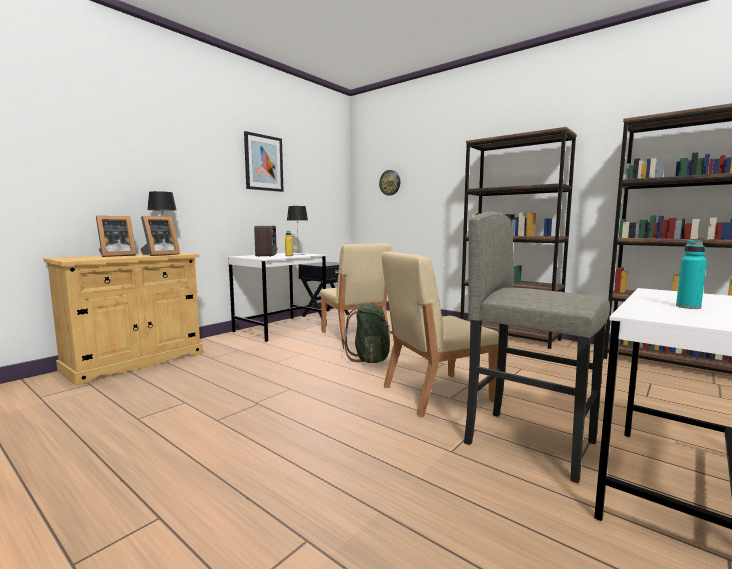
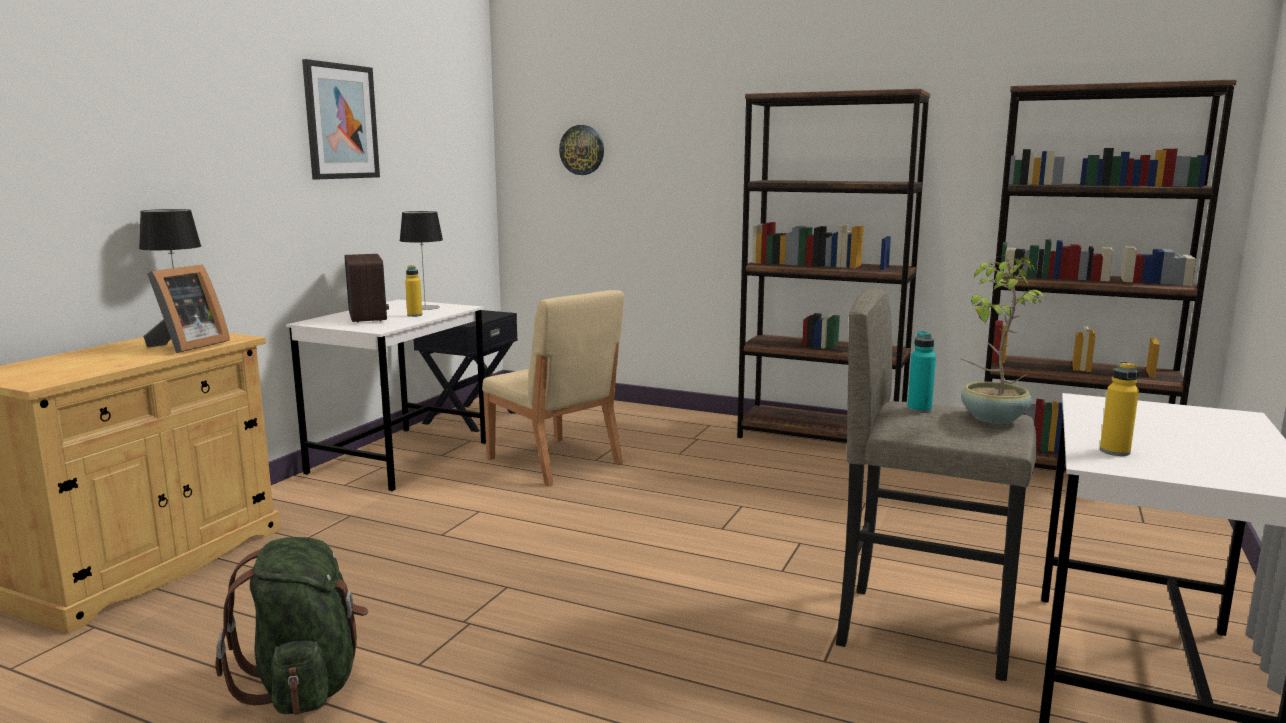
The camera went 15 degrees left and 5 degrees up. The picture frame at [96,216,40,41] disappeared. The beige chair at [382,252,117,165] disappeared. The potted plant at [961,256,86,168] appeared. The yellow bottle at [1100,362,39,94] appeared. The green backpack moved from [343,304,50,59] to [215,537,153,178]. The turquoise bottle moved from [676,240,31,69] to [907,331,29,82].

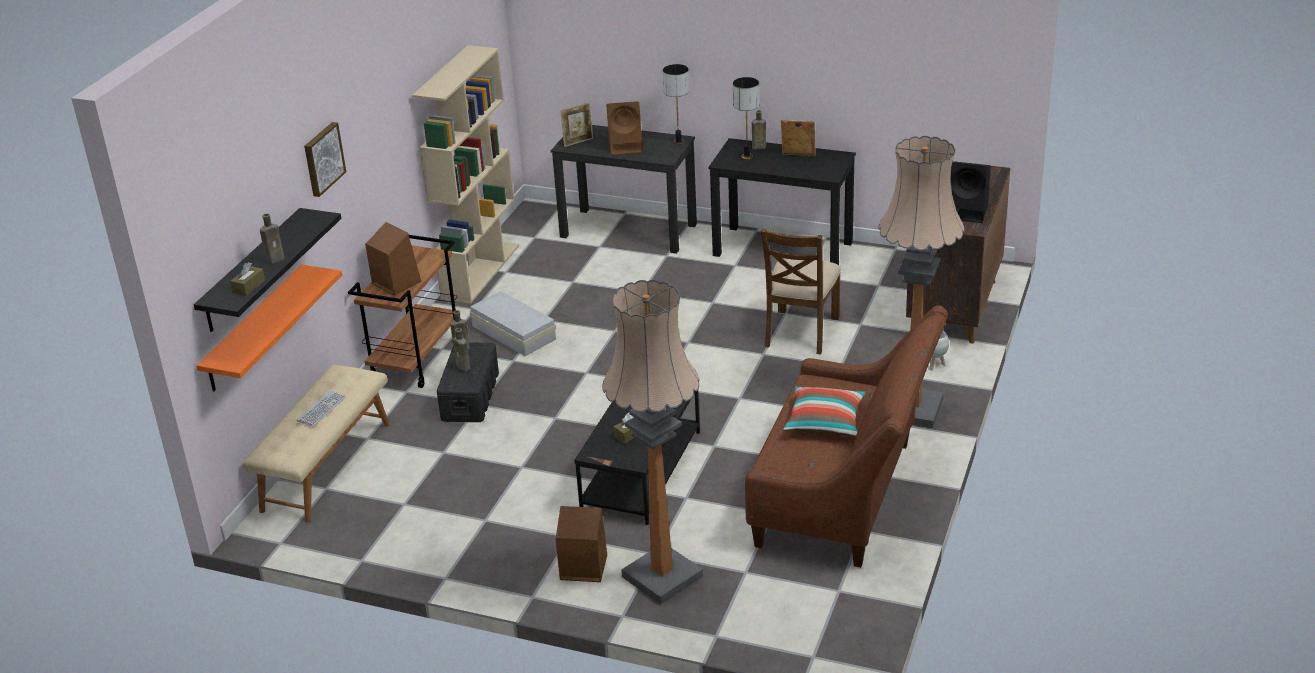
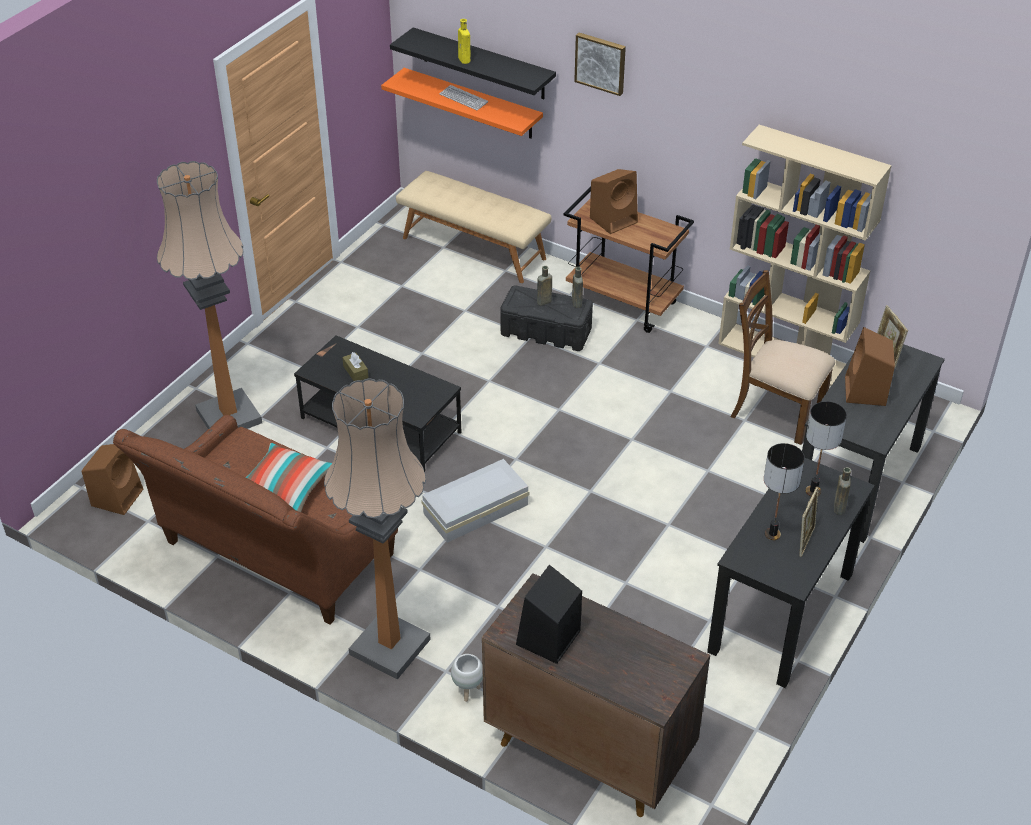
The camera went 100 degrees right and 10 degrees up. The brown tissue box at [230,262,35,34] disappeared. The keyboard moved from [297,390,49,37] to [440,85,48,25]. The white storage box moved from [470,291,86,65] to [421,459,109,84]. The brown speaker moved from [556,506,51,76] to [82,444,61,71]. The table lamp moved from [663,64,26,81] to [764,443,41,97]. The brown chair moved from [761,229,80,126] to [730,270,105,175]. The brown bottle at [260,213,25,51] became the yellow bottle at [458,19,12,45].

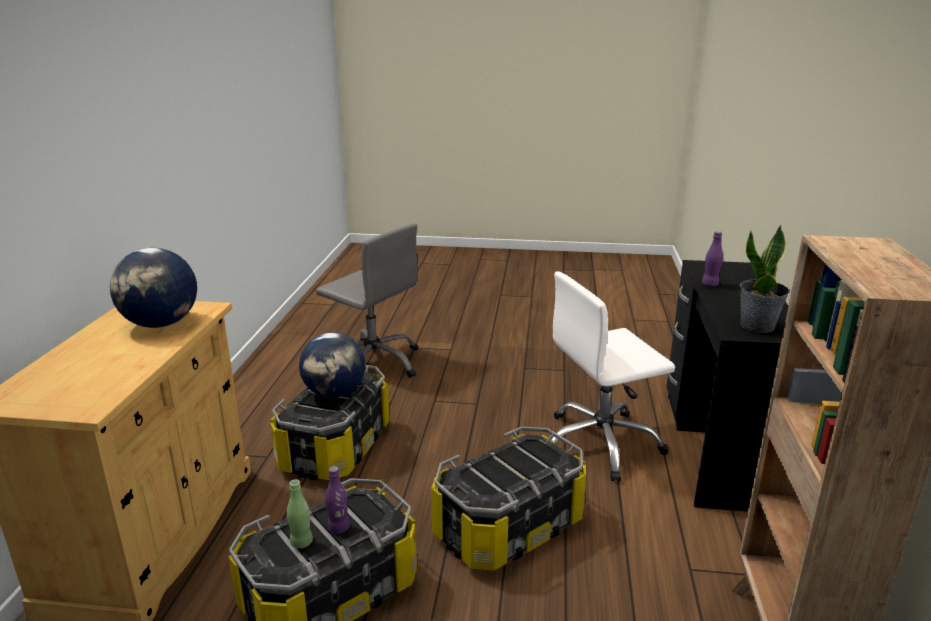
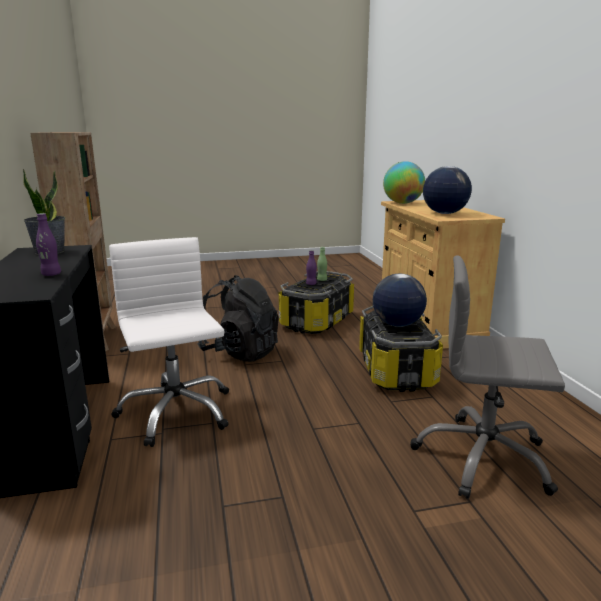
The camera went 160 degrees right and 5 degrees down. The globe at [383,161,42,43] appeared. The storage box at [431,427,155,143] was replaced by the black backpack at [197,275,82,87]. The white office chair at [551,271,124,210] turned 75 degrees counterclockwise.

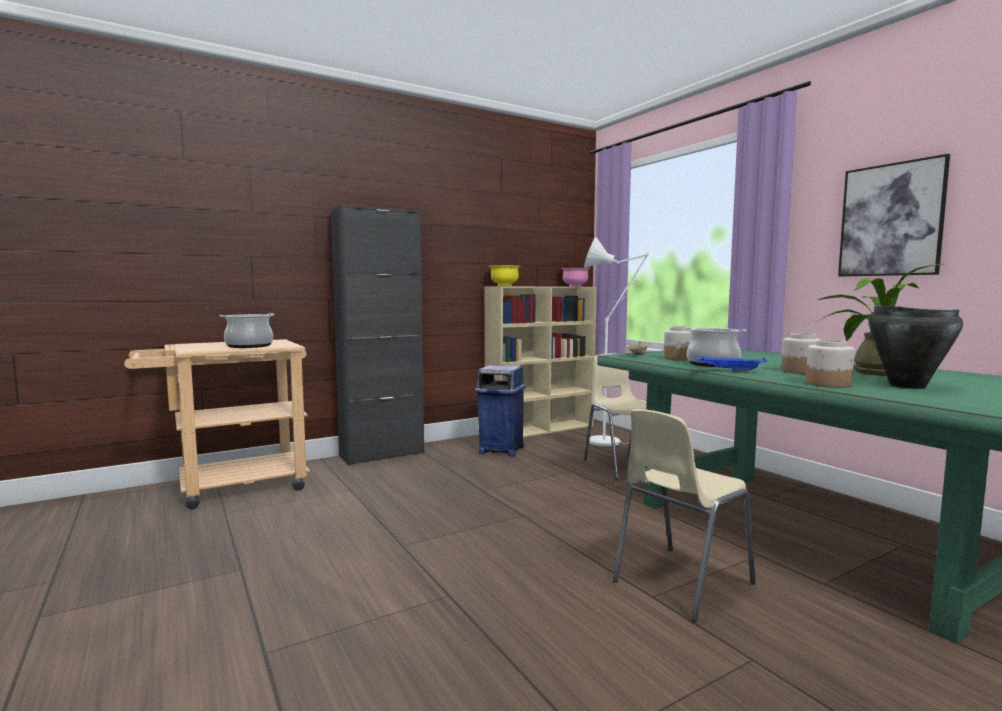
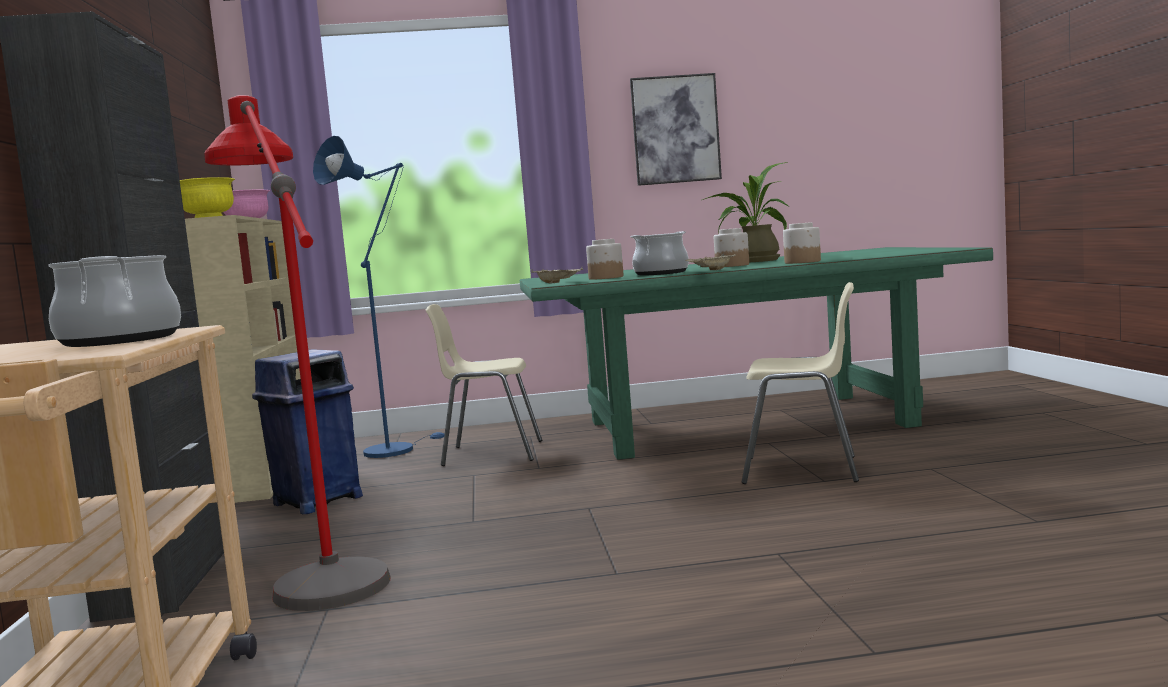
The camera went 65 degrees left and 0 degrees up. The black cooking pot at [868,305,95,84] disappeared. The red floor lamp at [204,95,187,516] appeared. The white floor lamp at [584,237,65,209] became the blue floor lamp at [313,136,132,322]. The blue tray at [696,356,71,16] became the beige tray at [685,254,51,16]. The beige chair at [613,409,143,213] turned 60 degrees counterclockwise.

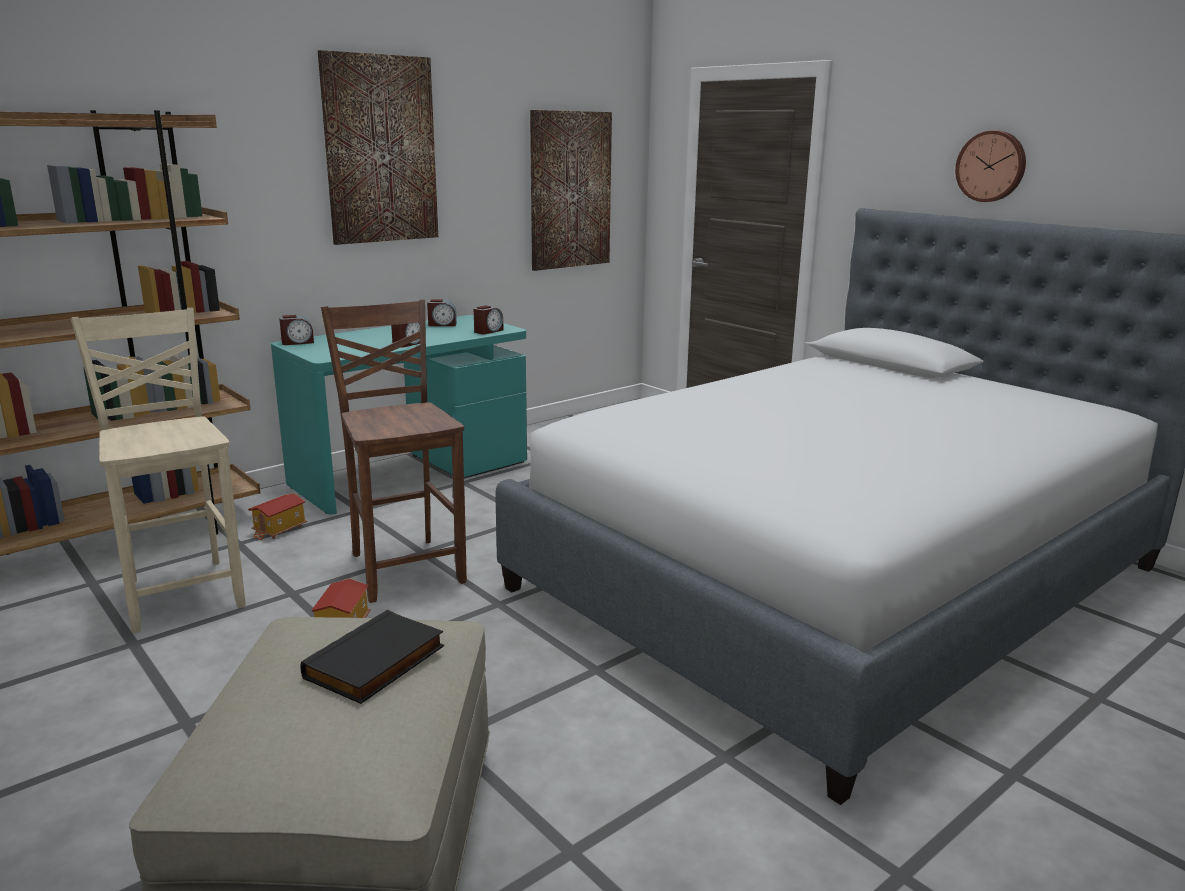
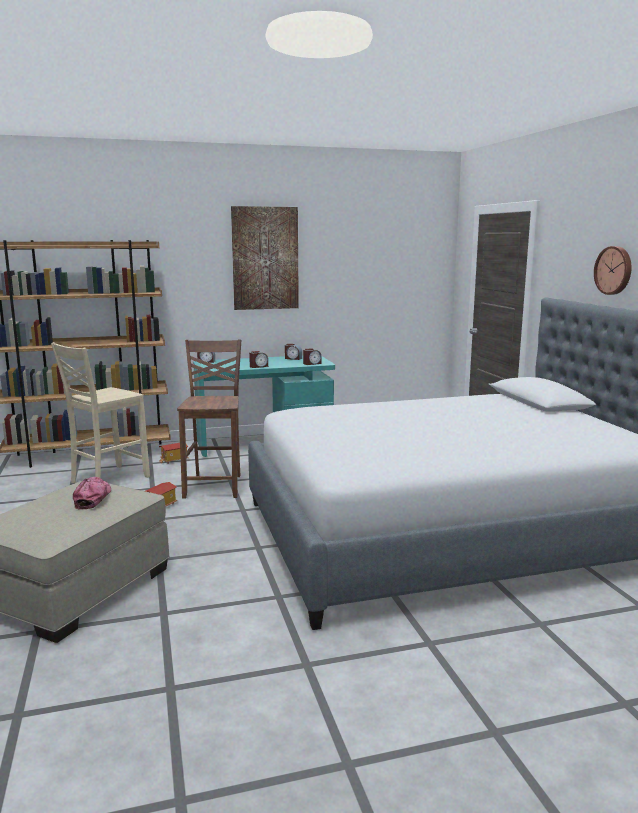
The camera went 25 degrees right and 5 degrees down. The picture at [530,110,82,161] disappeared. The black book at [300,610,144,94] was replaced by the cap at [73,477,38,33]. The beige chair at [71,308,175,325] turned 135 degrees counterclockwise.

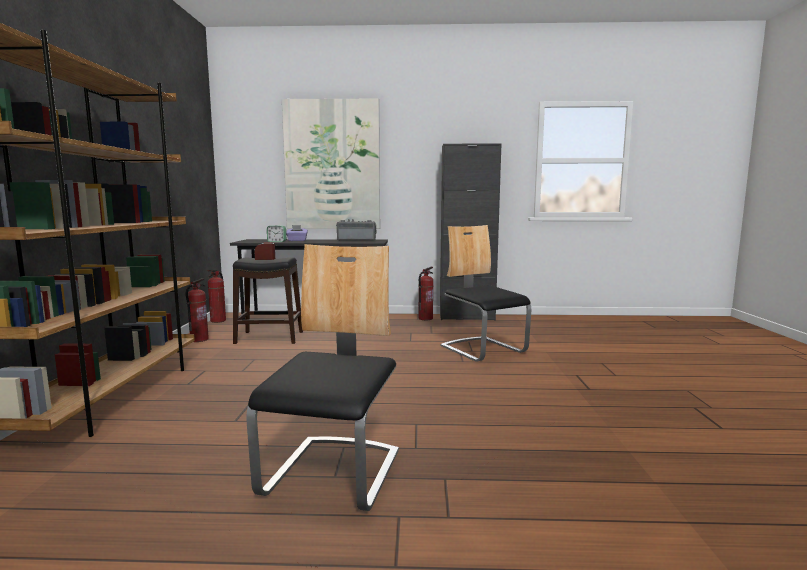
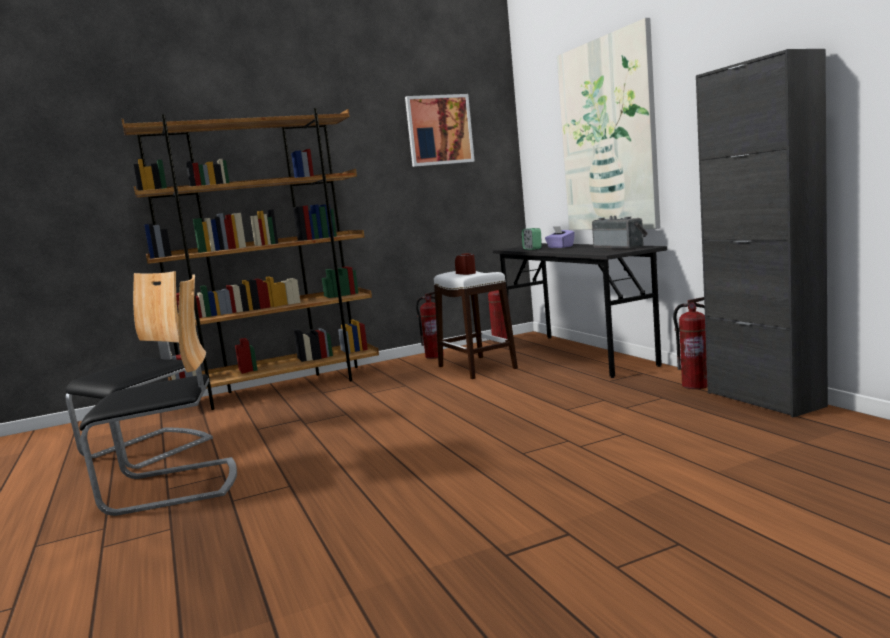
The camera went 65 degrees right and 0 degrees up. The picture at [405,94,70,73] appeared. The chair moved from [440,225,91,137] to [65,271,148,198]. The black stool at [233,257,70,87] became the white stool at [434,271,84,108].

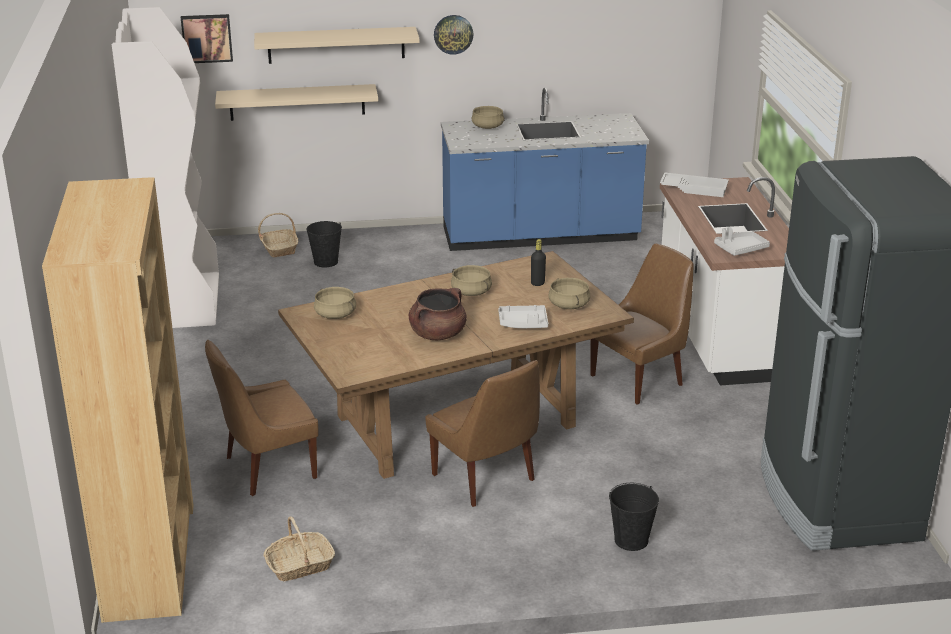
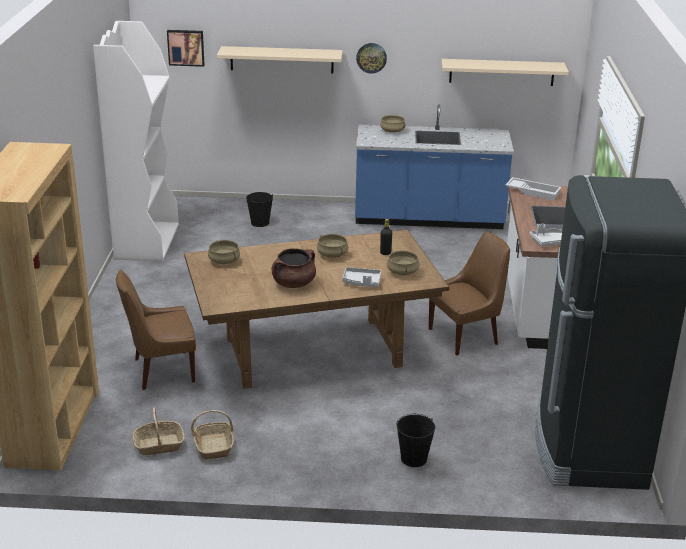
The camera went 10 degrees right and 0 degrees up. The brown chair at [425,360,115,147] disappeared. The beige shelf moved from [215,84,163,37] to [441,59,128,27]. The basket moved from [258,213,41,44] to [191,410,43,49].

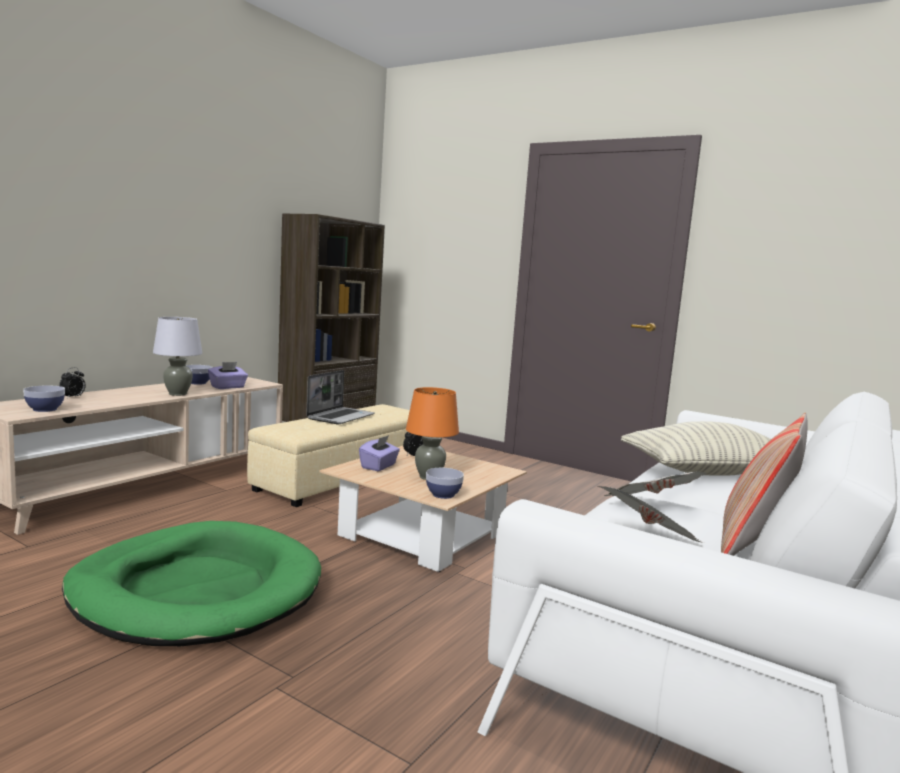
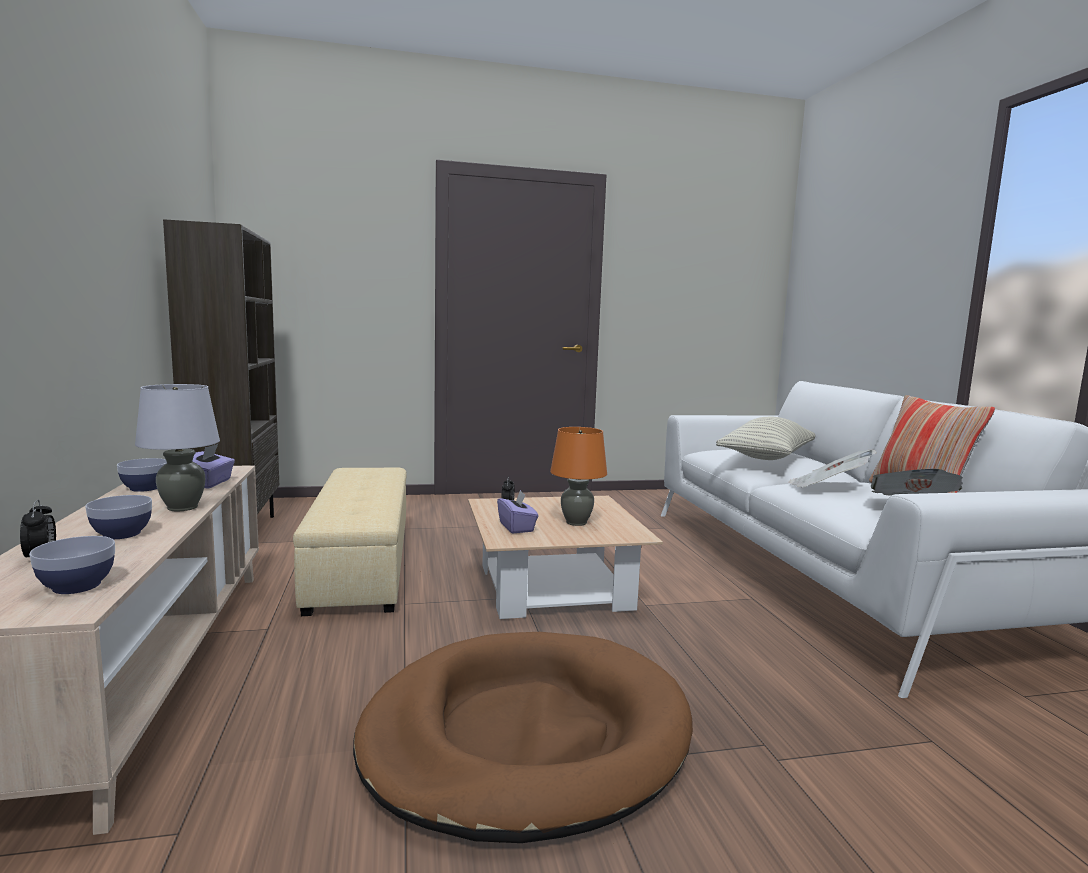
The camera went 45 degrees left and 0 degrees up. The laptop at [306,370,69,54] disappeared. The bowl moved from [426,468,38,31] to [85,495,67,44]. The green dog bed at [62,521,259,125] became the brown dog bed at [353,632,340,211].

